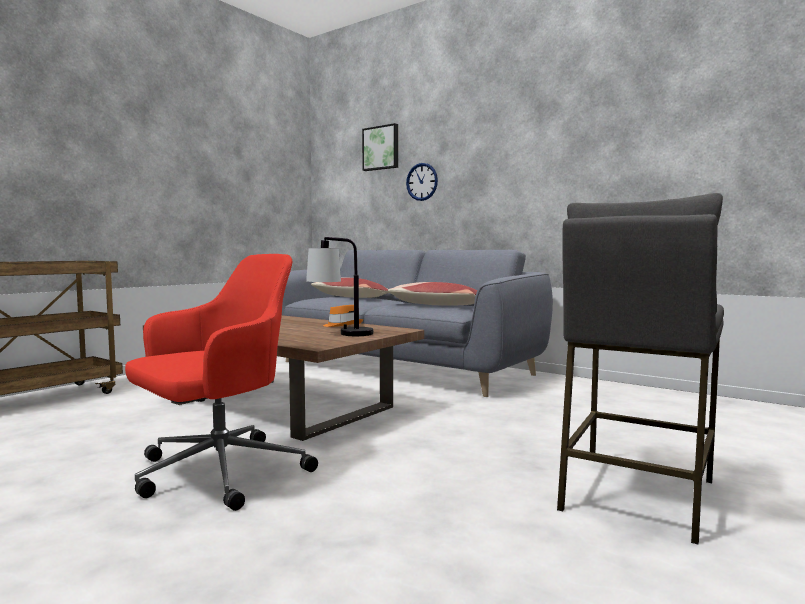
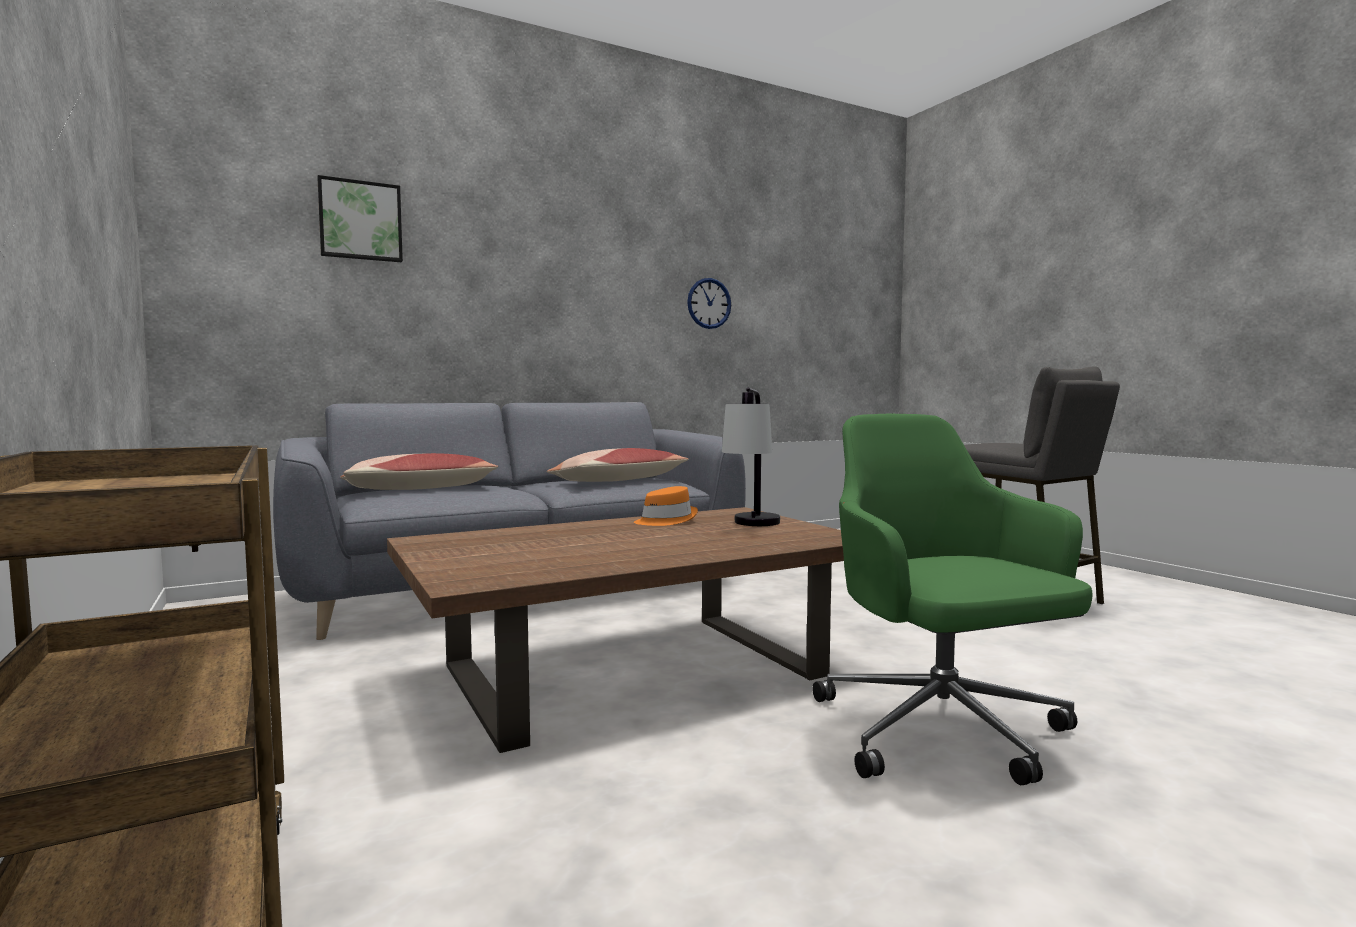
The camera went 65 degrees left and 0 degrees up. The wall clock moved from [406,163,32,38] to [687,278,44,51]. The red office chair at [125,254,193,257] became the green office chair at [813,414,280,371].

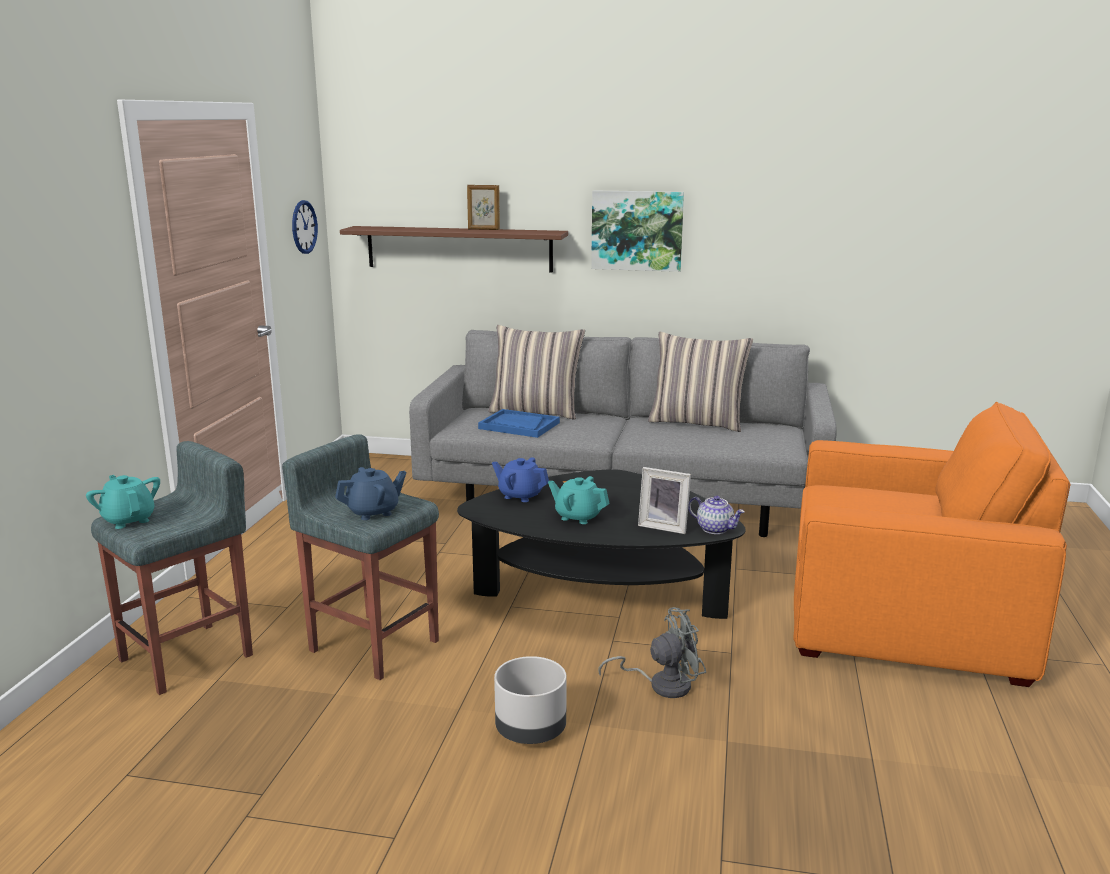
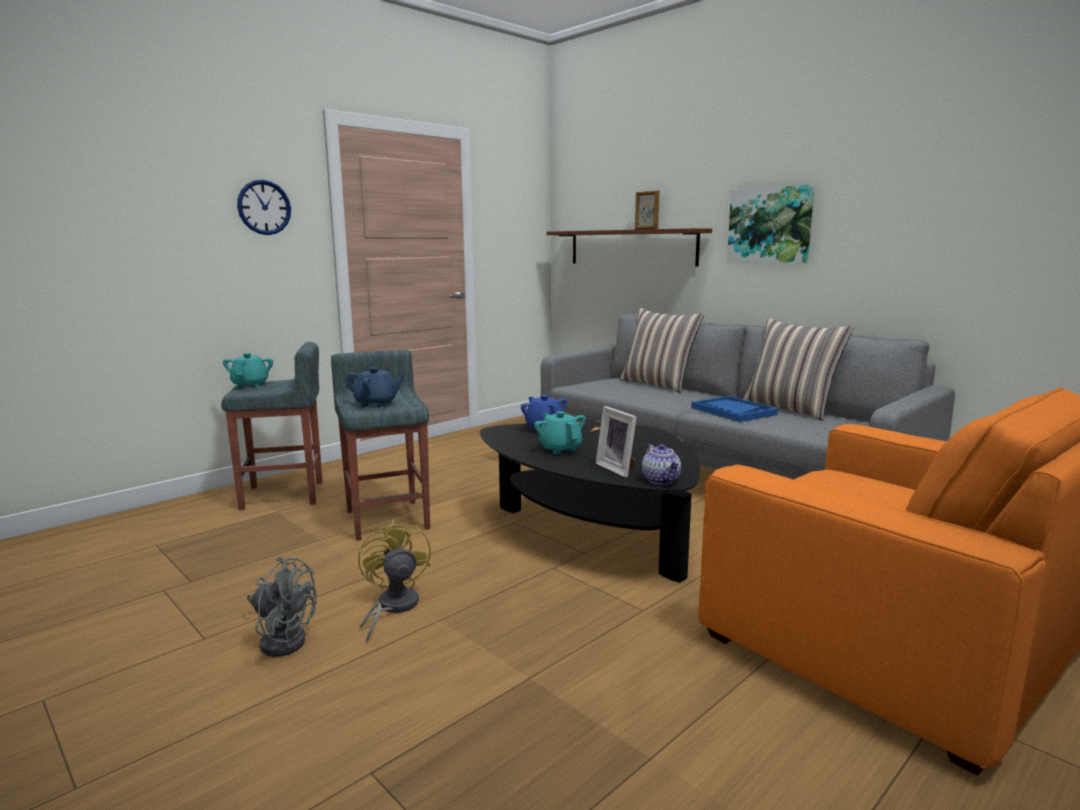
The camera went 35 degrees right and 5 degrees down. The wall clock moved from [292,200,26,54] to [237,180,54,55]. The blue tray moved from [478,409,82,29] to [691,396,87,26]. The grey fan moved from [598,607,108,91] to [247,557,70,100]. The grey planter at [494,656,73,88] was replaced by the yellow fan at [358,519,73,124].

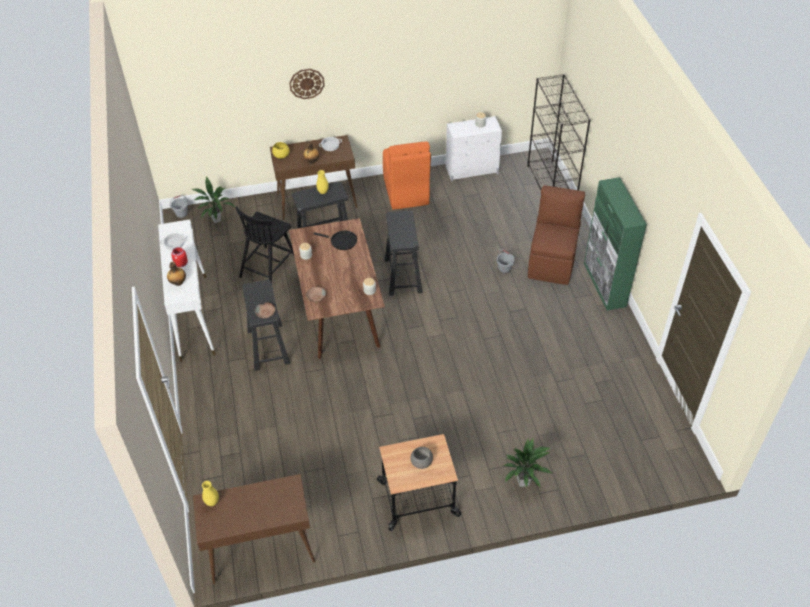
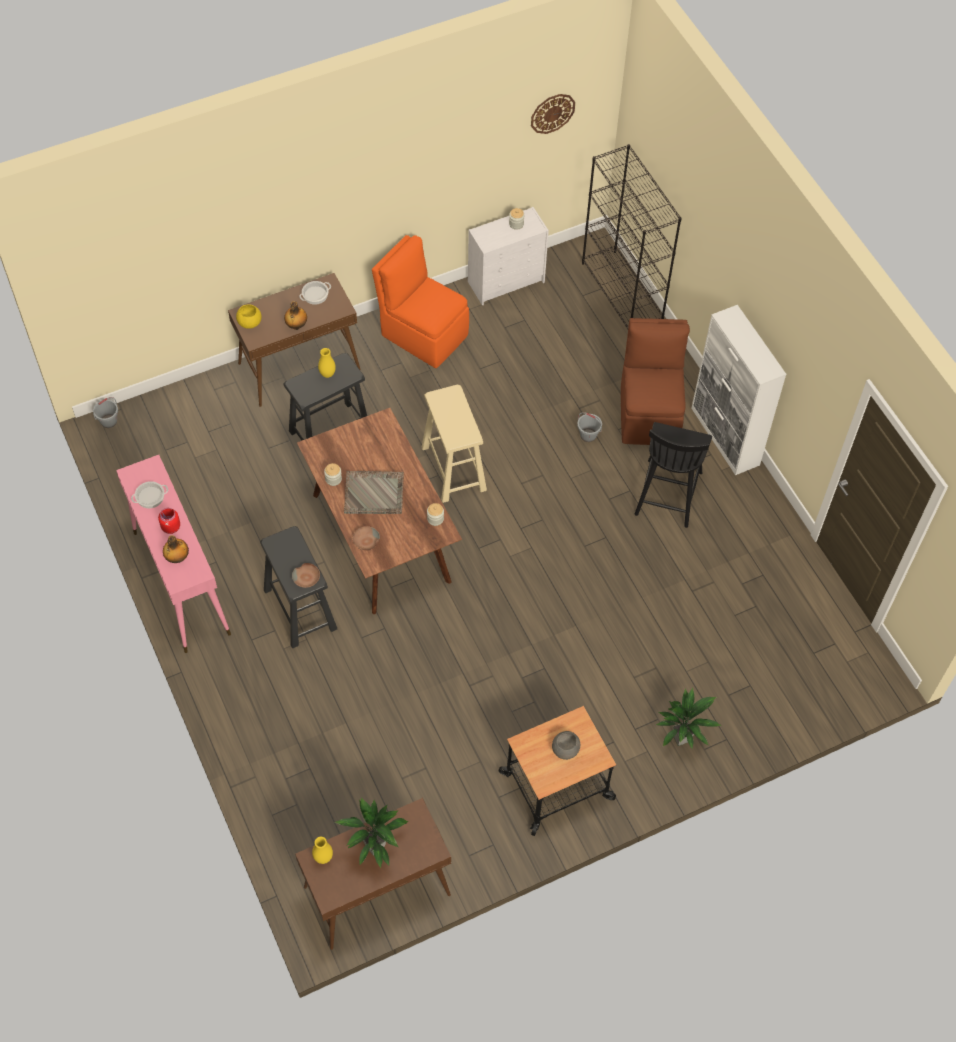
The camera went 15 degrees left and 10 degrees up. The black frying pan at [314,230,43,20] disappeared. The grey tray at [344,471,60,43] appeared. The potted plant moved from [192,176,43,47] to [335,798,73,70]. The black chair moved from [235,206,60,77] to [635,422,77,106]. The wall clock moved from [289,69,36,30] to [531,94,44,40]. The white console table at [158,219,58,143] became the pink console table at [116,455,115,198]. The black stool at [385,210,38,86] became the beige stool at [422,385,65,118]. The green cabinet at [584,177,63,134] became the white cabinet at [691,305,95,170]. The orange chair at [383,142,48,68] turned 150 degrees clockwise.

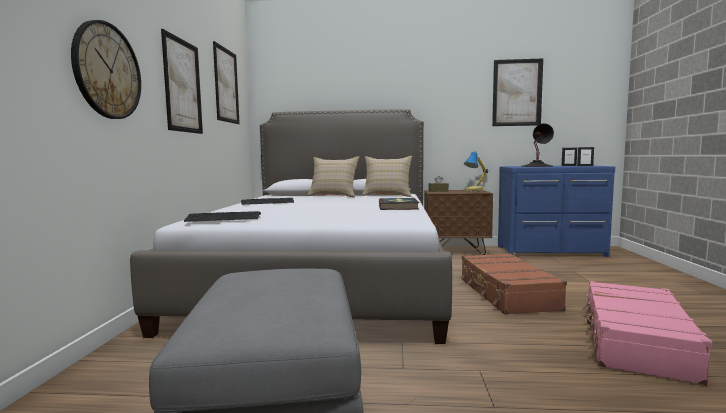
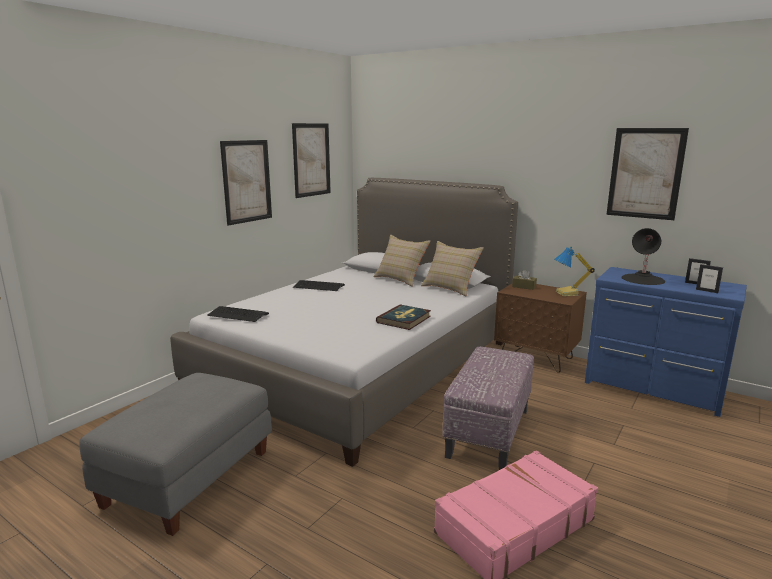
The camera went 30 degrees right and 10 degrees up. The wall clock at [71,20,70,99] disappeared. The brown suitcase at [461,253,106,62] was replaced by the ottoman at [442,347,92,123].

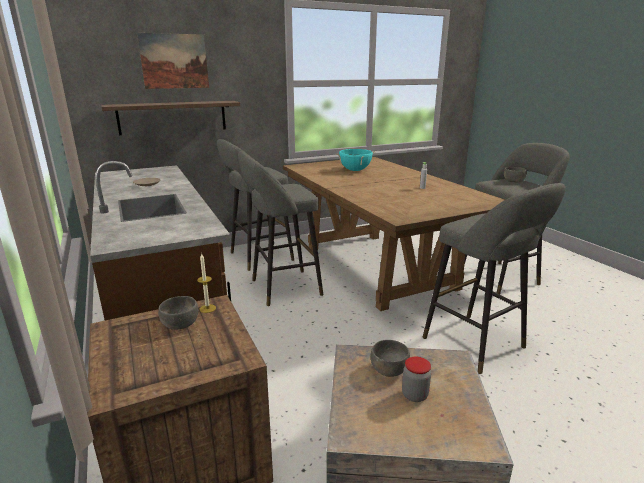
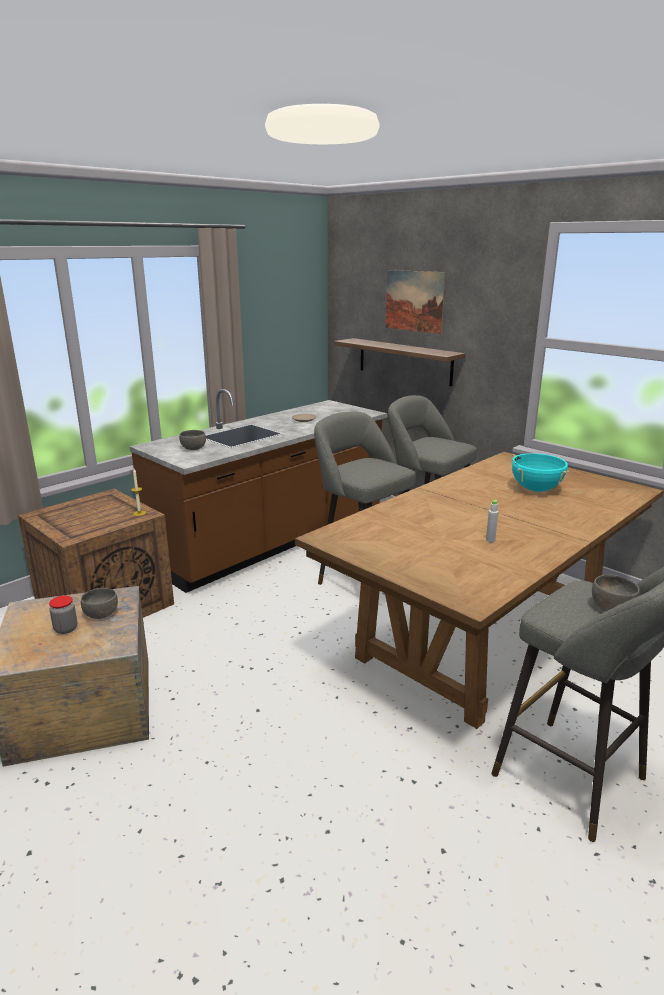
The camera went 70 degrees right and 0 degrees up. The grey stool at [423,183,143,191] disappeared. The grey bowl moved from [158,296,40,34] to [179,430,27,20].

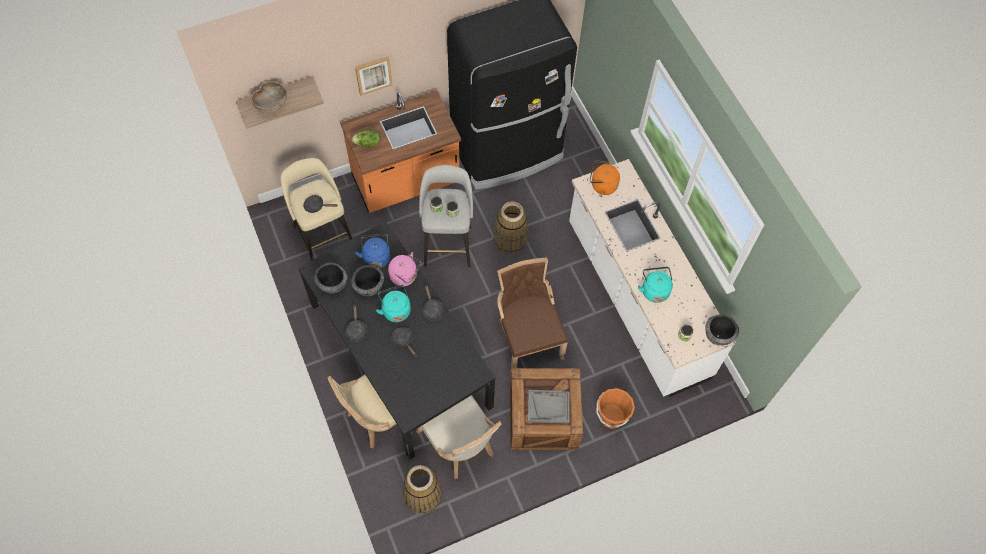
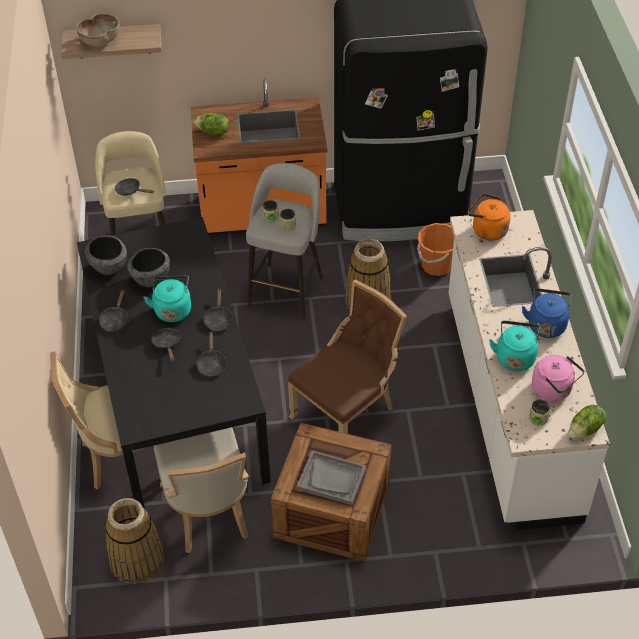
The camera went 20 degrees right and 15 degrees down. The picture at [355,56,38,40] disappeared. The black frying pan at [196,331,31,46] appeared. The blue kettle moved from [355,234,36,35] to [522,288,49,50]. The pink kettle moved from [388,252,34,34] to [532,355,52,47]. The orange bucket moved from [596,388,39,41] to [417,223,37,53]. The bowl at [705,315,34,30] was replaced by the lettuce at [569,405,37,34]. The brown chair at [497,258,71,114] turned 45 degrees clockwise.

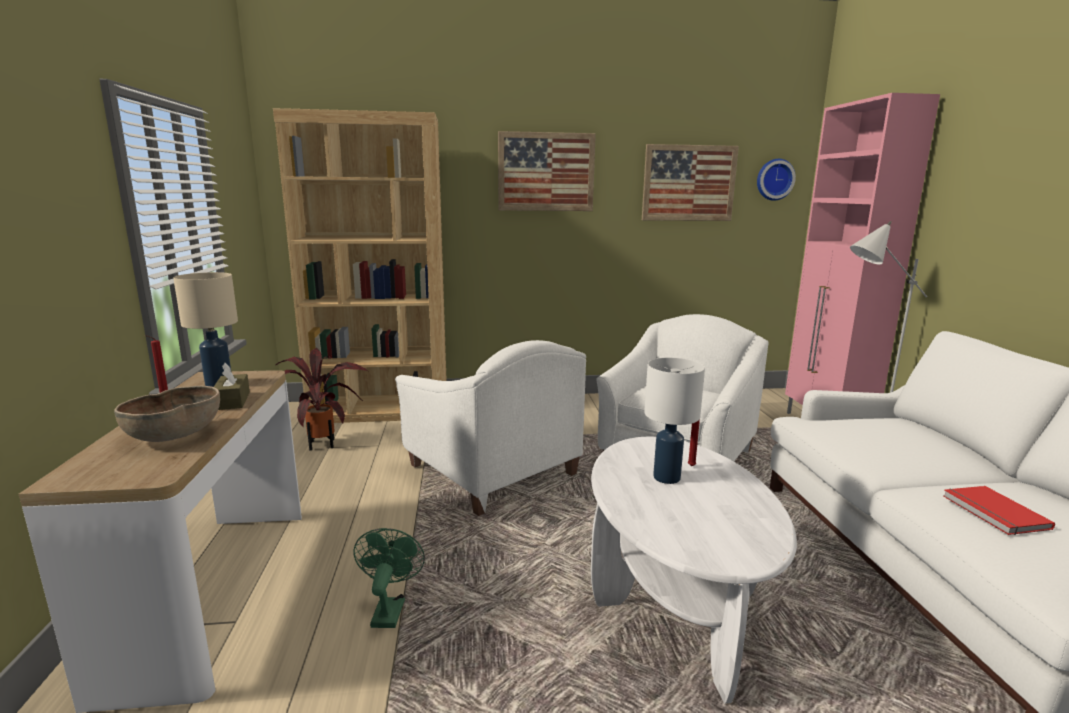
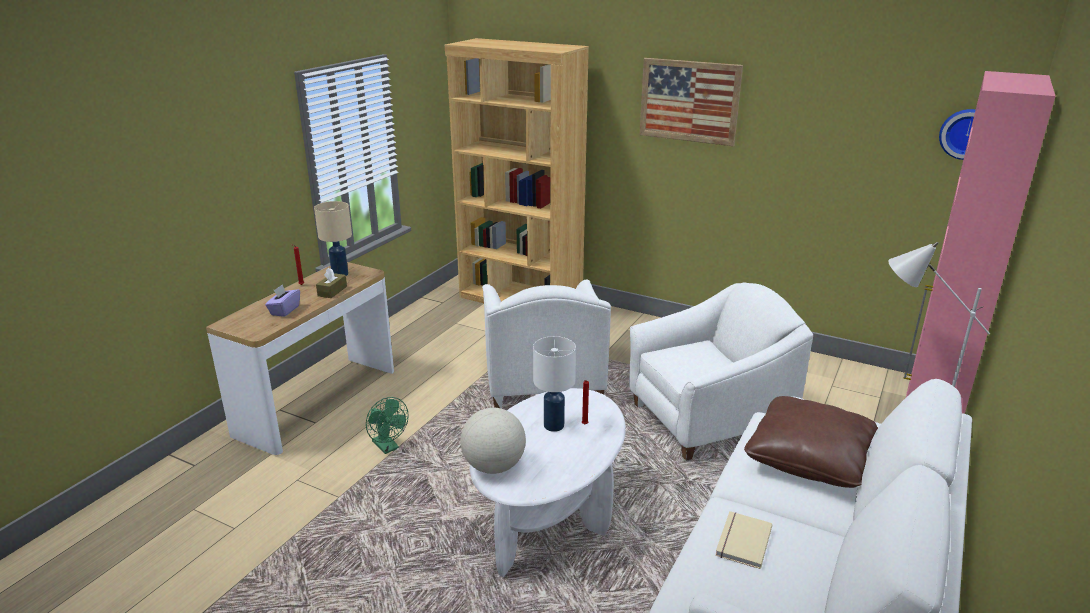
The camera went 35 degrees right and 10 degrees up. The potted plant at [275,348,93,103] disappeared. The picture at [642,144,97,77] disappeared. The globe at [460,408,66,66] appeared. The brown pillow at [744,396,134,92] appeared. The brown bowl at [114,386,106,56] was replaced by the purple tissue box at [265,284,35,33]. The red book at [943,486,112,49] became the beige book at [715,511,57,58]. The green fan at [353,528,72,100] turned 105 degrees clockwise.

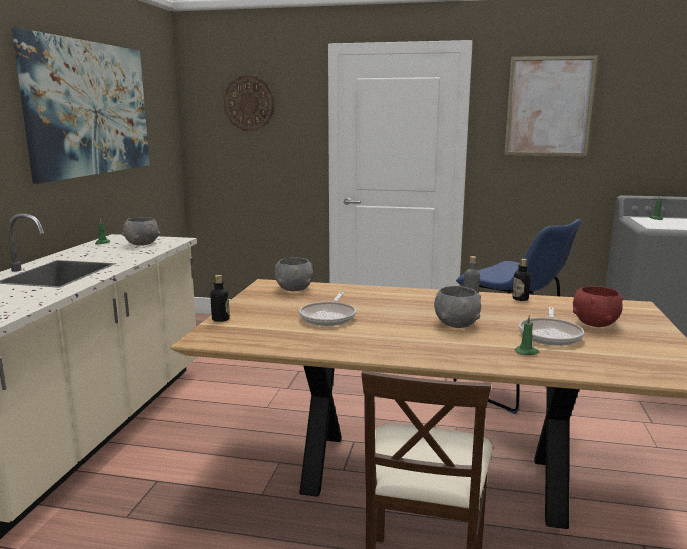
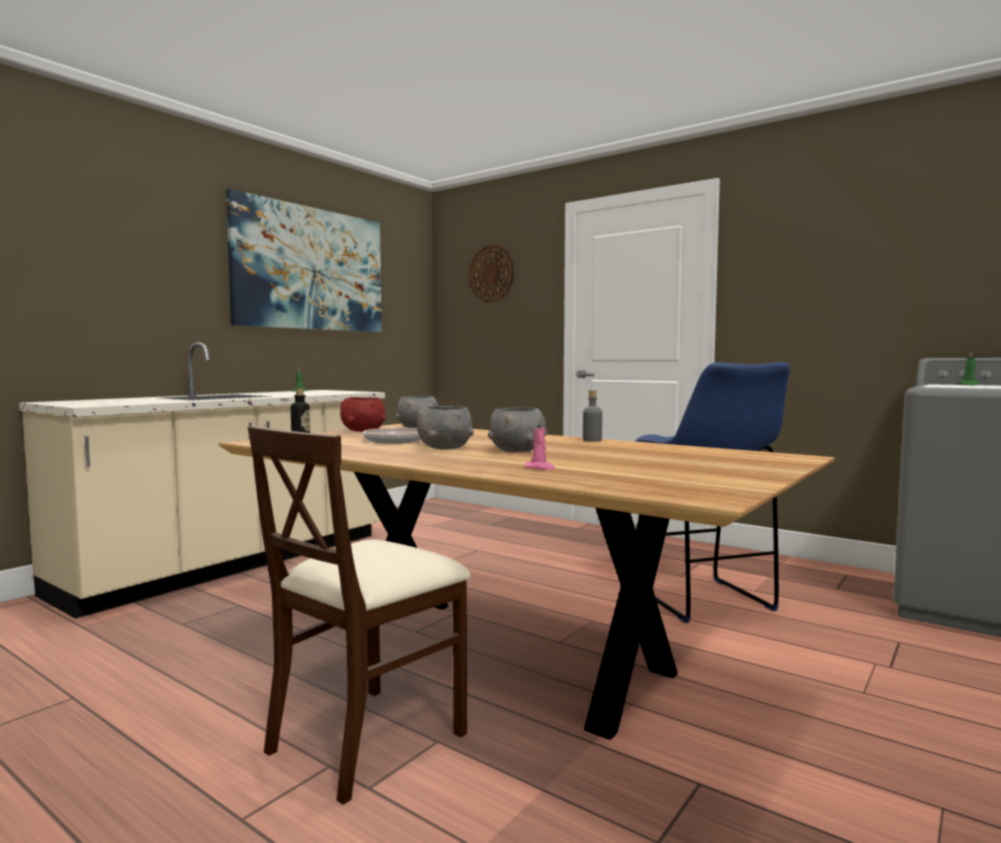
The camera went 25 degrees right and 10 degrees down. The picture at [504,55,94,101] disappeared. The bottle at [512,259,19,42] disappeared. The frying pan at [519,307,65,39] disappeared. The grey bowl moved from [122,217,38,28] to [417,406,57,43]. The red bowl moved from [573,286,50,41] to [340,397,46,35]. The green candle at [515,315,24,40] became the pink candle at [525,418,31,52].

